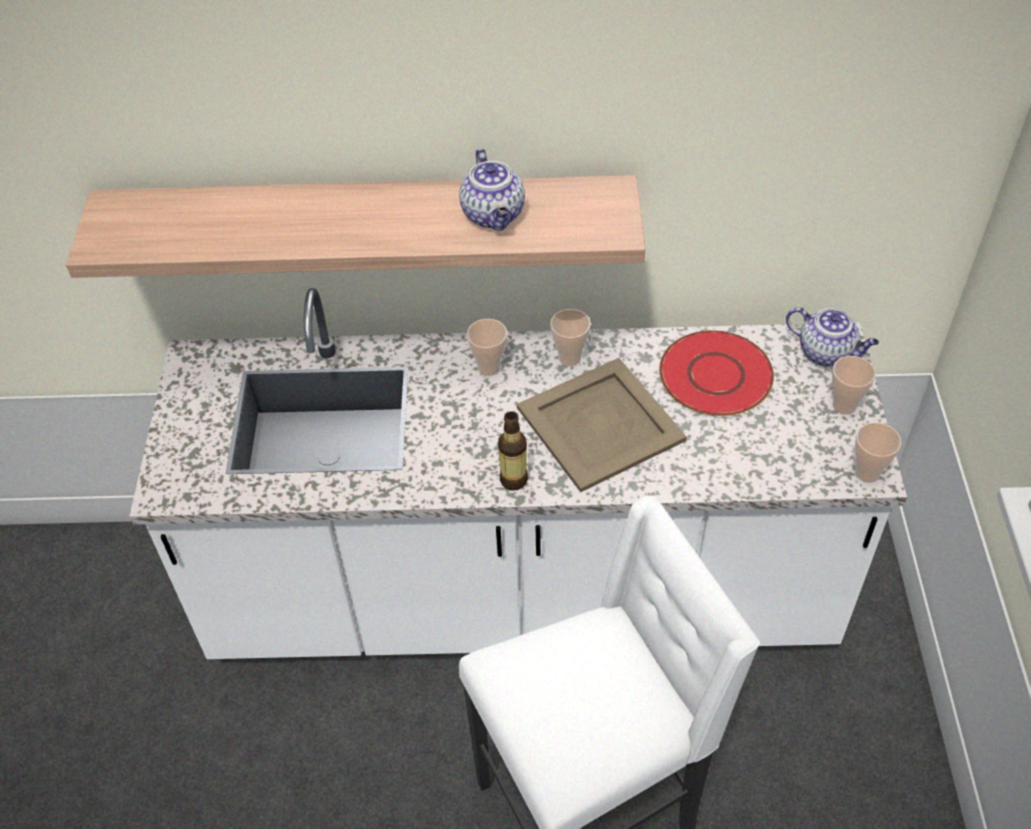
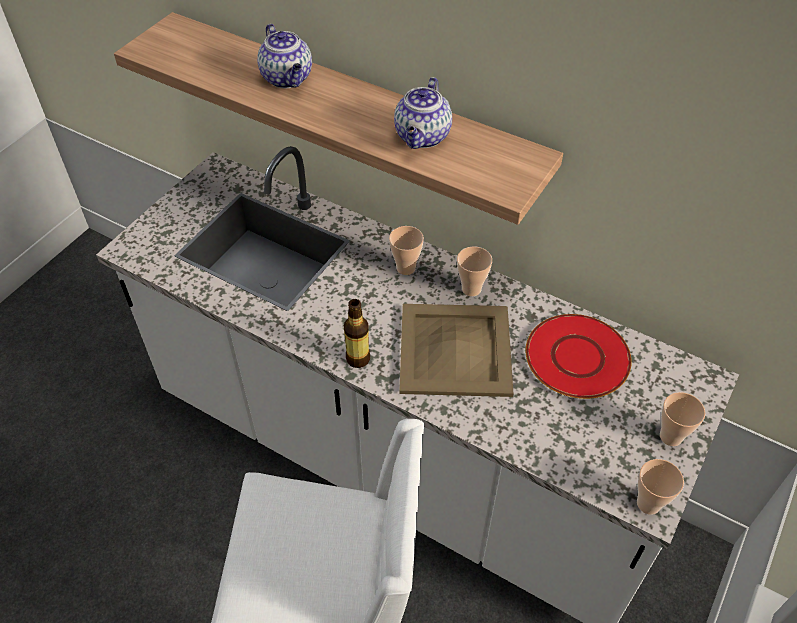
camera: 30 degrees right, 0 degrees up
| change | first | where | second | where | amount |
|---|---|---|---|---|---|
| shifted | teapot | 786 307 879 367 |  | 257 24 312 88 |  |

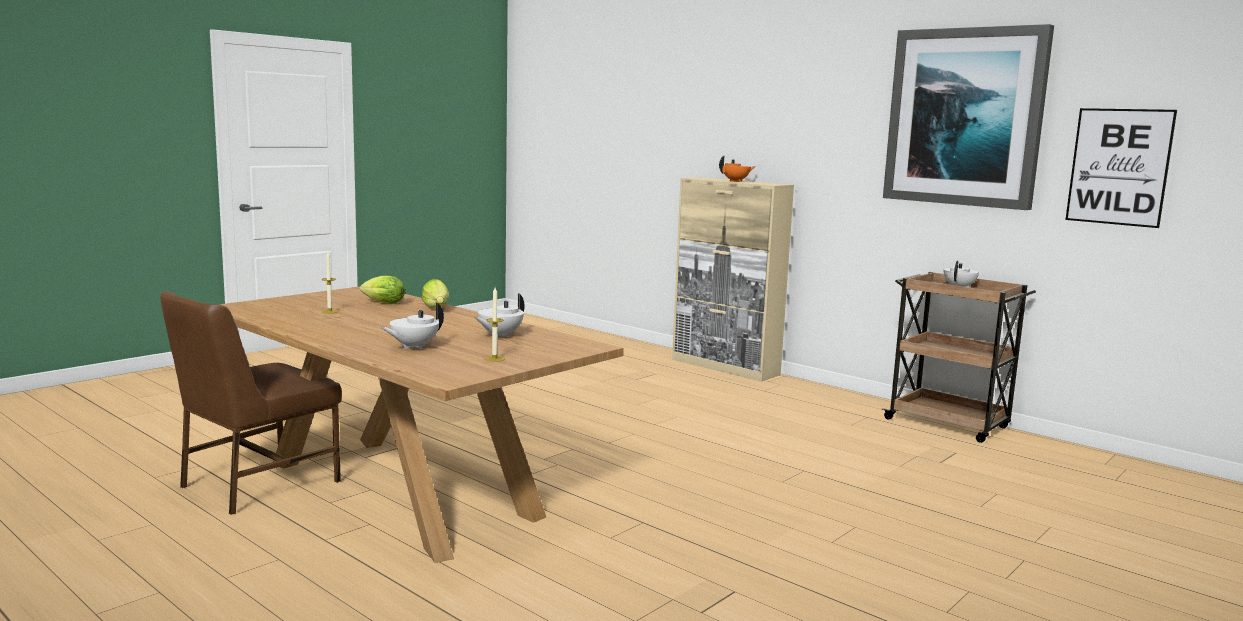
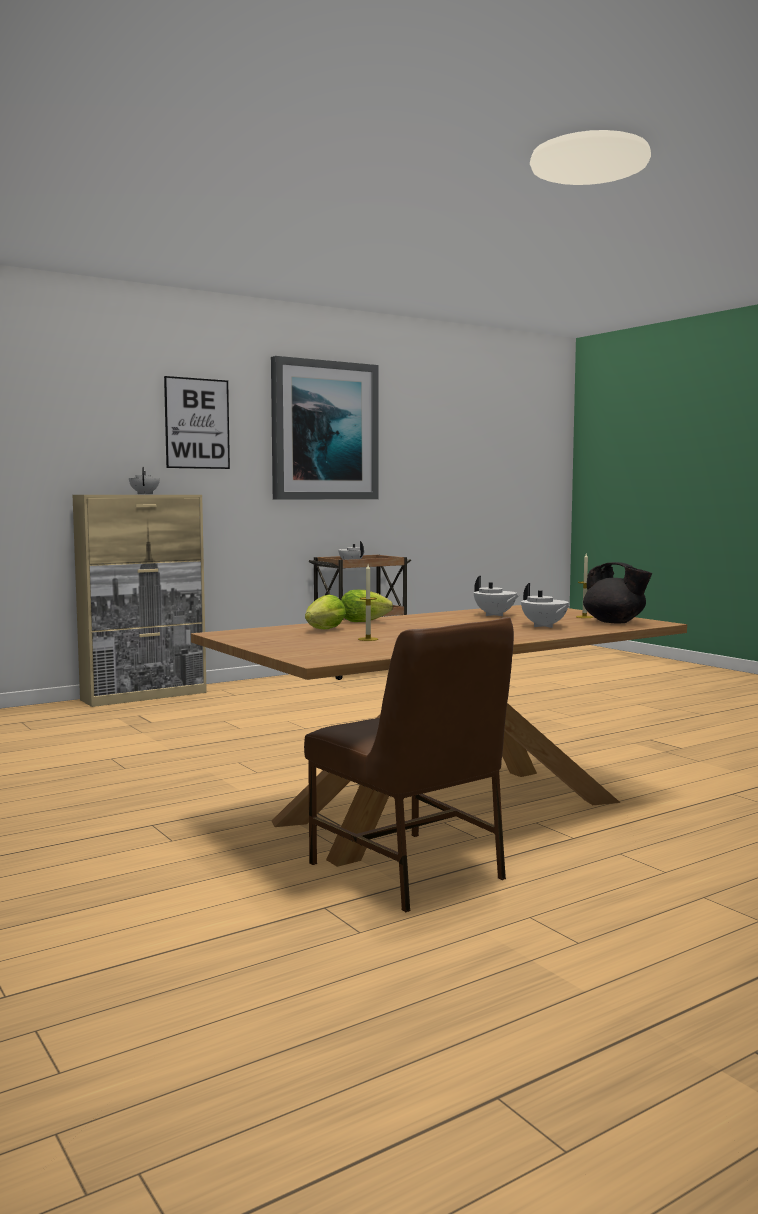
camera: 75 degrees left, 5 degrees down
| change | first | where | second | where | amount |
|---|---|---|---|---|---|
| shifted | picture | 1065 108 1177 228 |  | 164 376 230 469 |  |
| repainted | orange teapot | 719 156 755 182 | white teapot | 129 467 160 494 |  |
| new |  |  | black teapot | 583 562 652 623 |  |

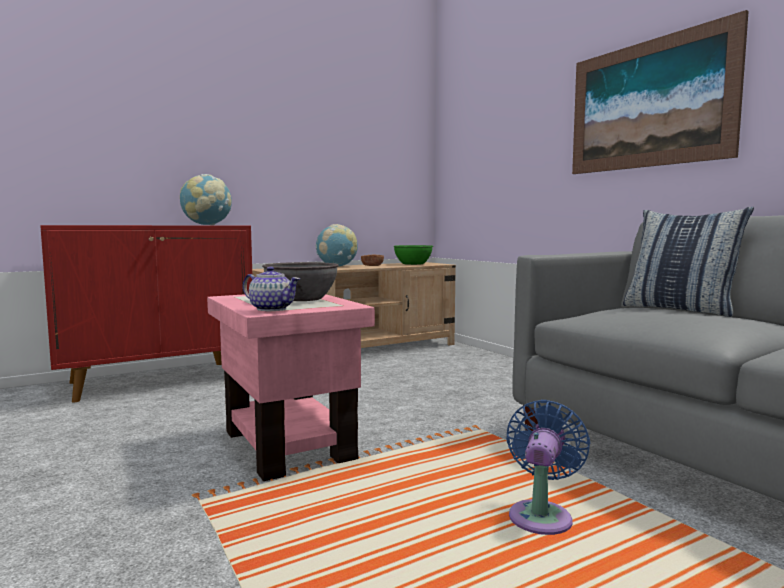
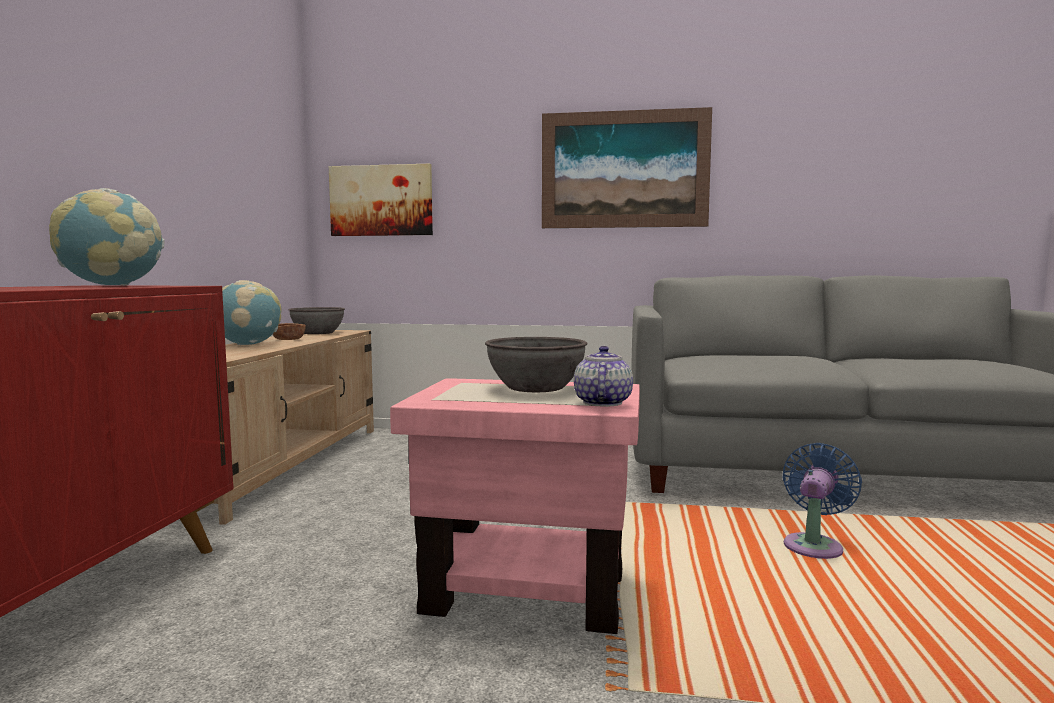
camera: 50 degrees left, 0 degrees up
| change | first | where | second | where | amount |
|---|---|---|---|---|---|
| gone | pillow | 623 207 754 317 |  |  |  |
| repainted | green bowl | 393 245 433 265 | grey bowl | 288 307 345 334 |  |
| rotated | teapot | 243 266 300 311 |  | 574 346 633 407 | 60 degrees counterclockwise |
| rotated | blue fan | 506 400 590 535 |  | 782 443 862 559 | 60 degrees clockwise |
| new |  |  | picture | 329 164 433 236 |  |

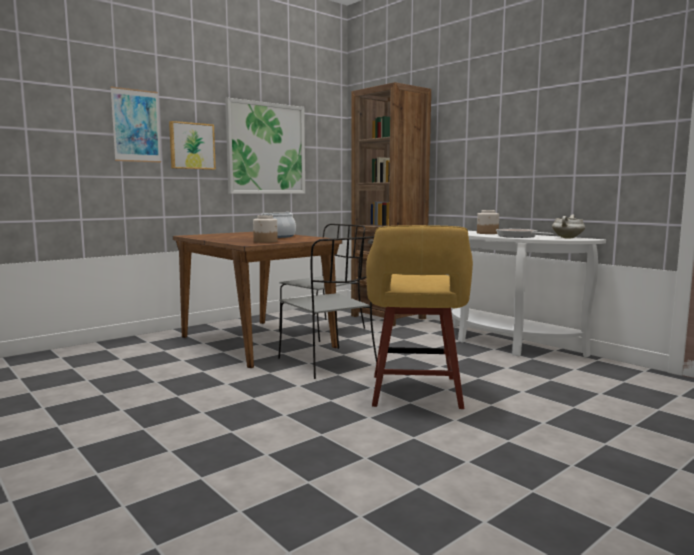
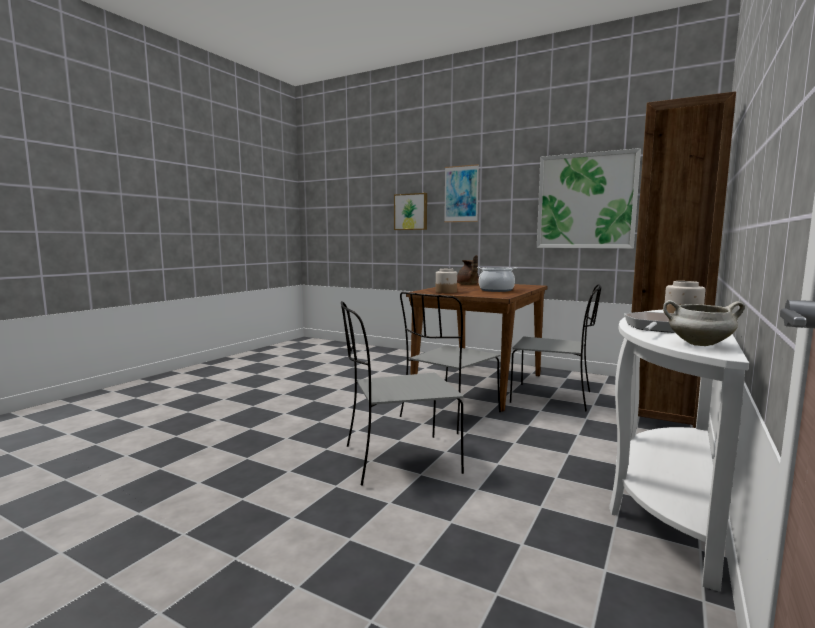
camera: 70 degrees right, 0 degrees up
| change | first | where | second | where | amount |
|---|---|---|---|---|---|
| shifted | picture | 169 121 216 170 |  | 394 193 427 230 |  |
| swapped | yellow stool | 366 225 473 409 | grey chair | 341 301 464 486 |  |
| new |  |  | brown teapot | 457 255 479 285 |  |

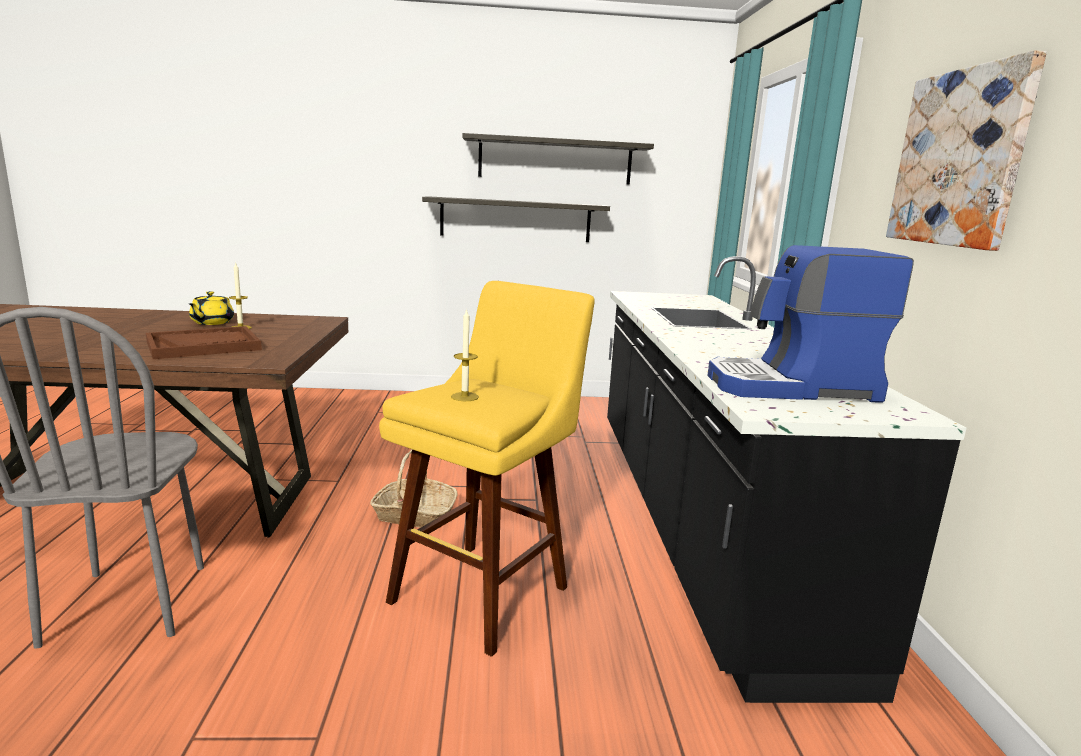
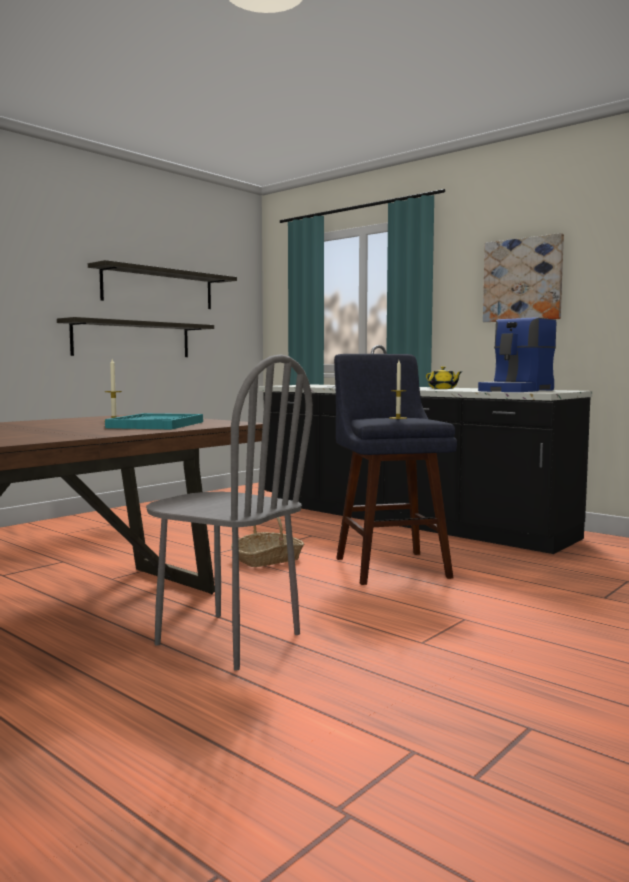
camera: 45 degrees left, 10 degrees down
| change | first | where | second | where | amount |
|---|---|---|---|---|---|
| repainted | yellow stool | 379 281 595 657 | blue stool | 334 354 457 585 |  |
| shifted | yellow teapot | 189 291 234 325 |  | 426 366 463 389 |  |
| repainted | brown tray | 146 326 262 359 | turquoise tray | 105 413 203 429 |  |

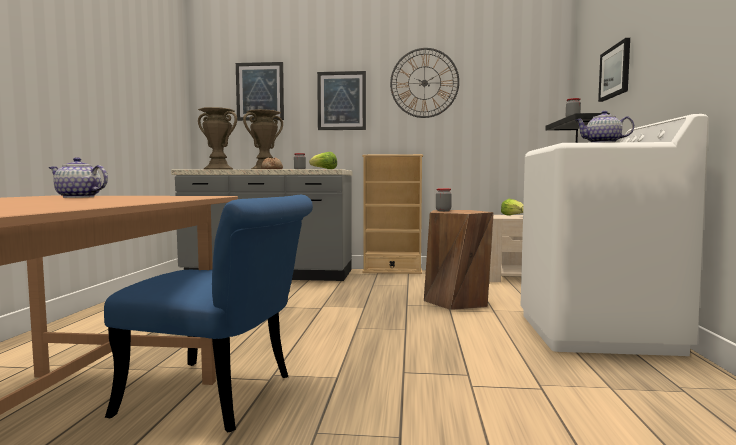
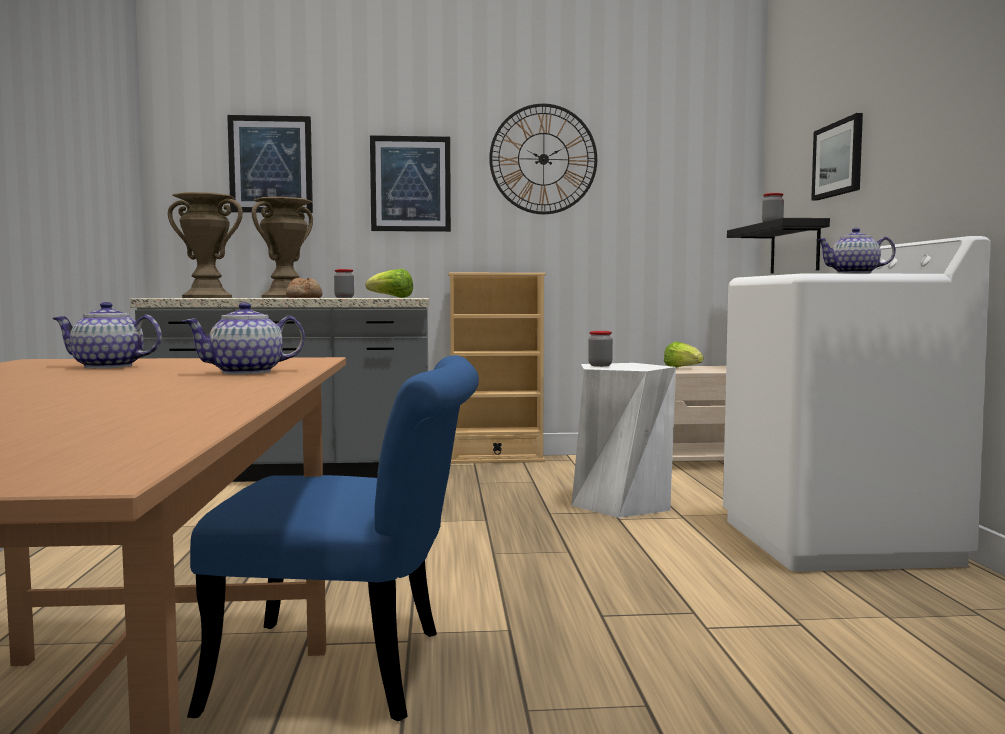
camera: 10 degrees left, 0 degrees up
| change | first | where | second | where | amount |
|---|---|---|---|---|---|
| repainted | brown stool | 424 210 494 310 | white stool | 572 363 676 518 |  |
| new |  |  | teapot | 182 302 305 374 |  |

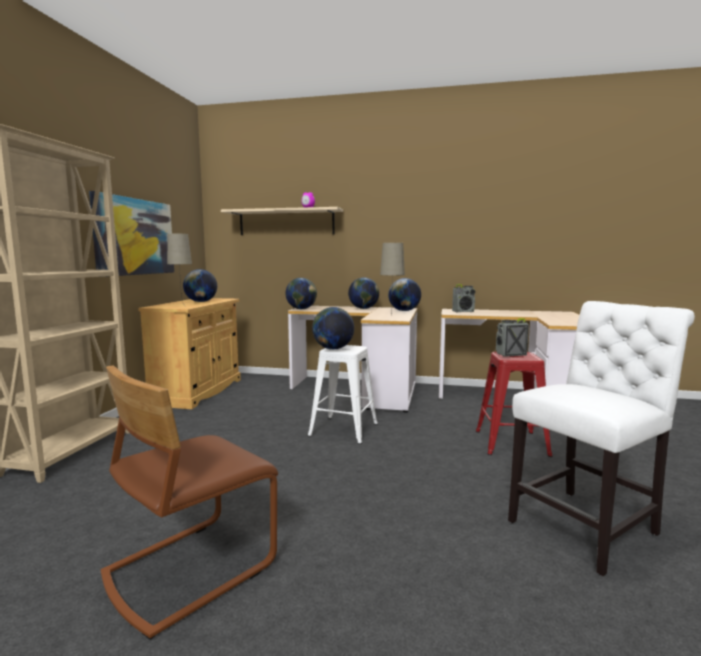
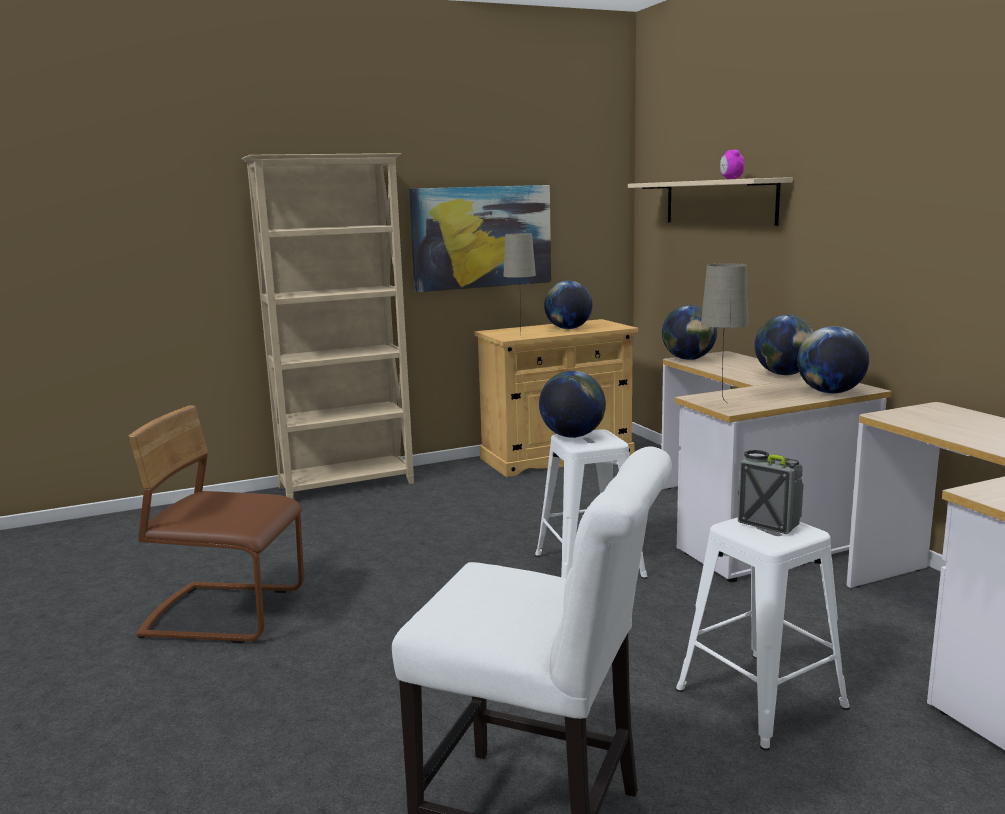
camera: 55 degrees right, 5 degrees up
| change | first | where | second | where | amount |
|---|---|---|---|---|---|
| gone | radio | 452 284 475 312 |  |  |  |
| repainted | red stool | 476 352 553 457 | white stool | 676 517 850 751 |  |

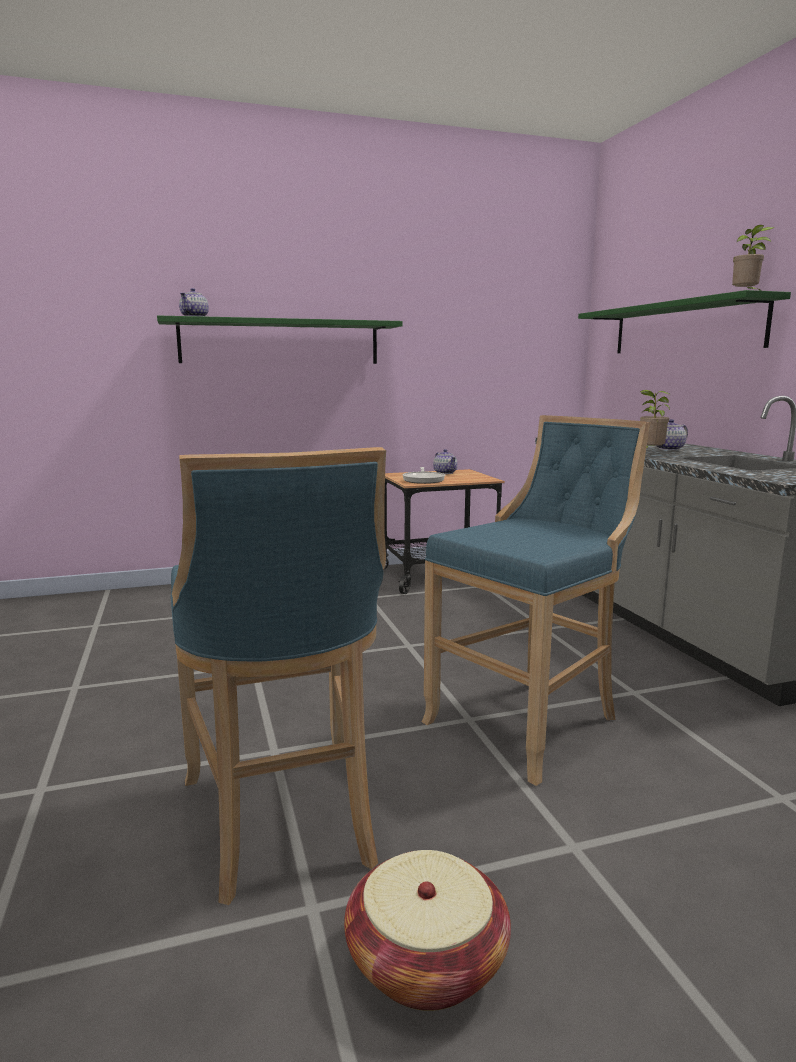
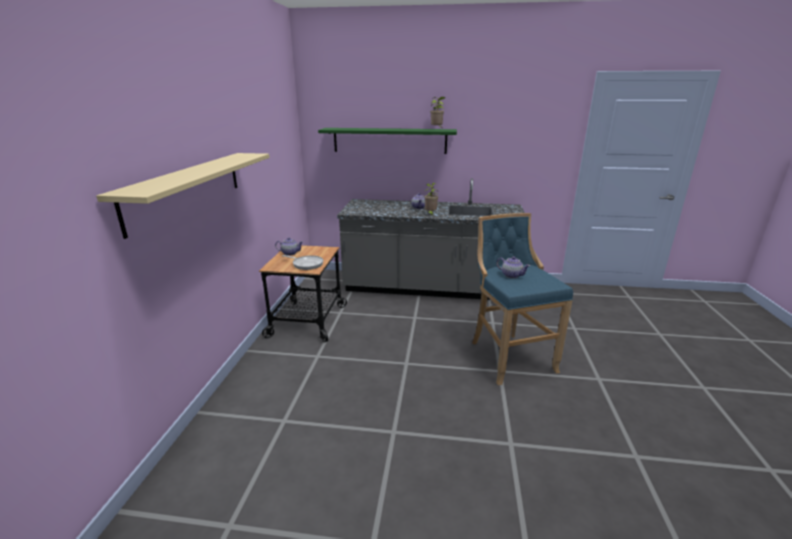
camera: 65 degrees left, 10 degrees up
| change | first | where | second | where | amount |
|---|---|---|---|---|---|
| shifted | teapot | 179 288 209 317 |  | 496 257 530 278 |  |
| repainted | green shelf | 157 315 403 364 | beige shelf | 96 153 270 239 |  |
| gone | blue stool | 171 447 386 905 |  |  |  |
| gone | basket | 344 850 511 1011 |  |  |  |

